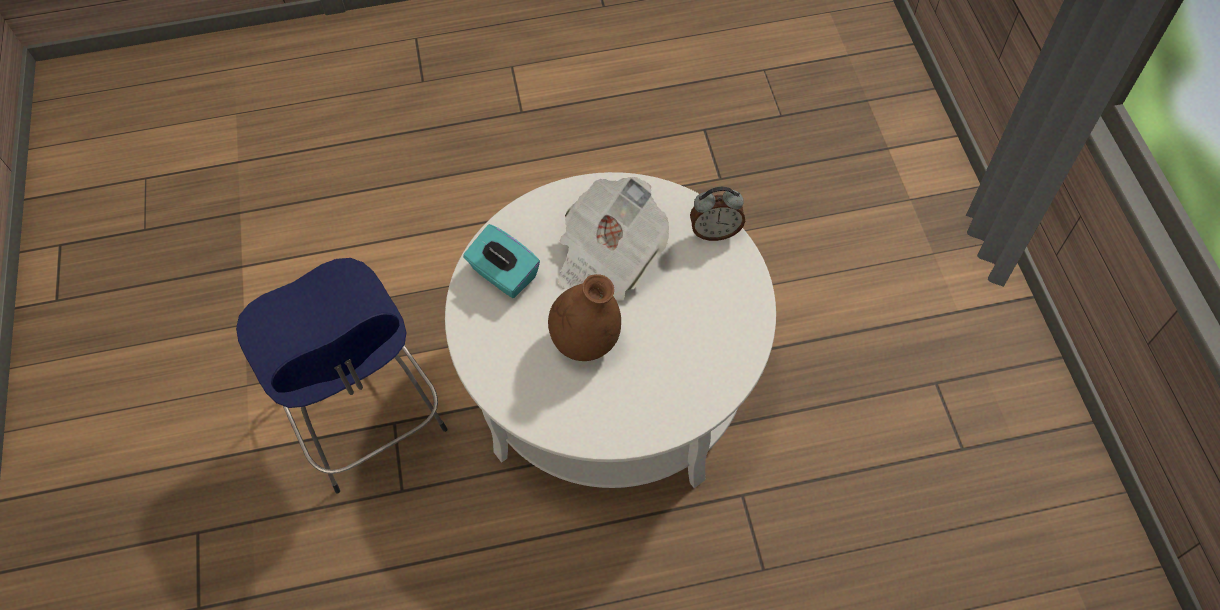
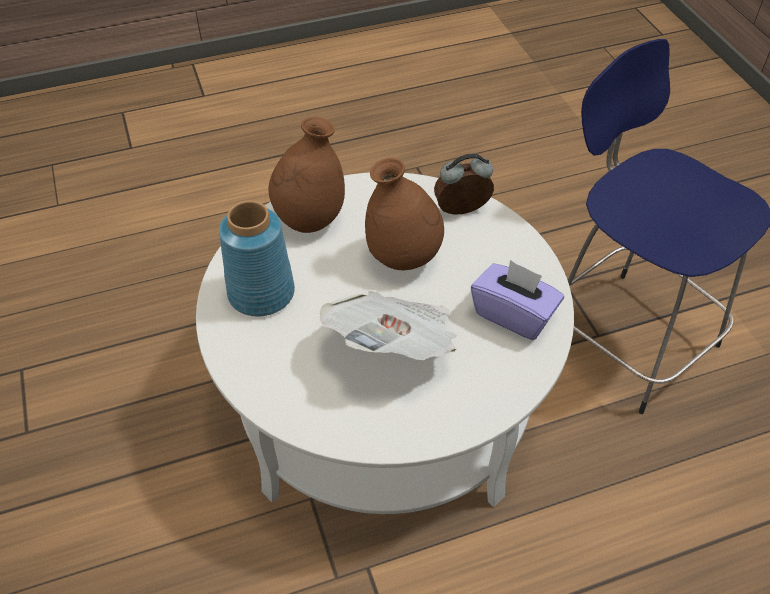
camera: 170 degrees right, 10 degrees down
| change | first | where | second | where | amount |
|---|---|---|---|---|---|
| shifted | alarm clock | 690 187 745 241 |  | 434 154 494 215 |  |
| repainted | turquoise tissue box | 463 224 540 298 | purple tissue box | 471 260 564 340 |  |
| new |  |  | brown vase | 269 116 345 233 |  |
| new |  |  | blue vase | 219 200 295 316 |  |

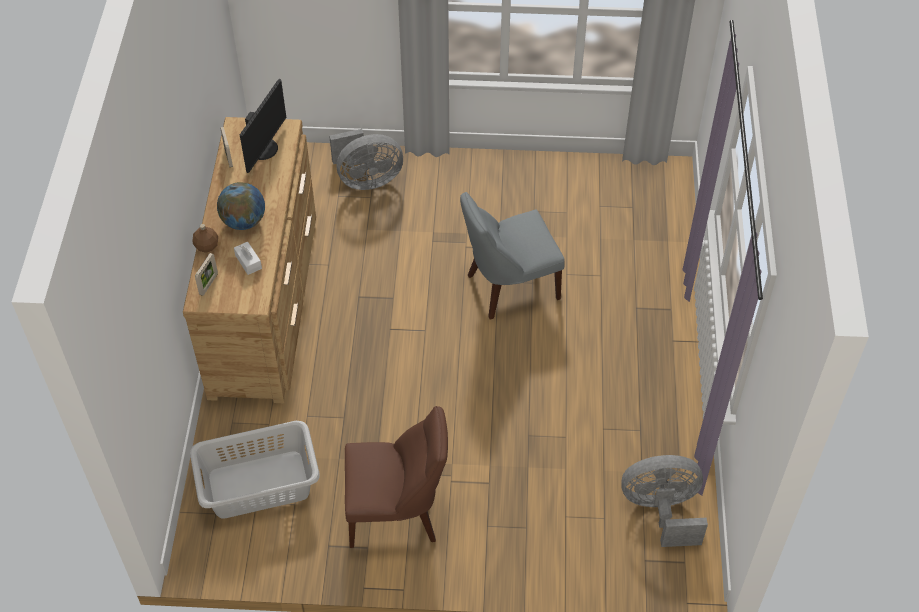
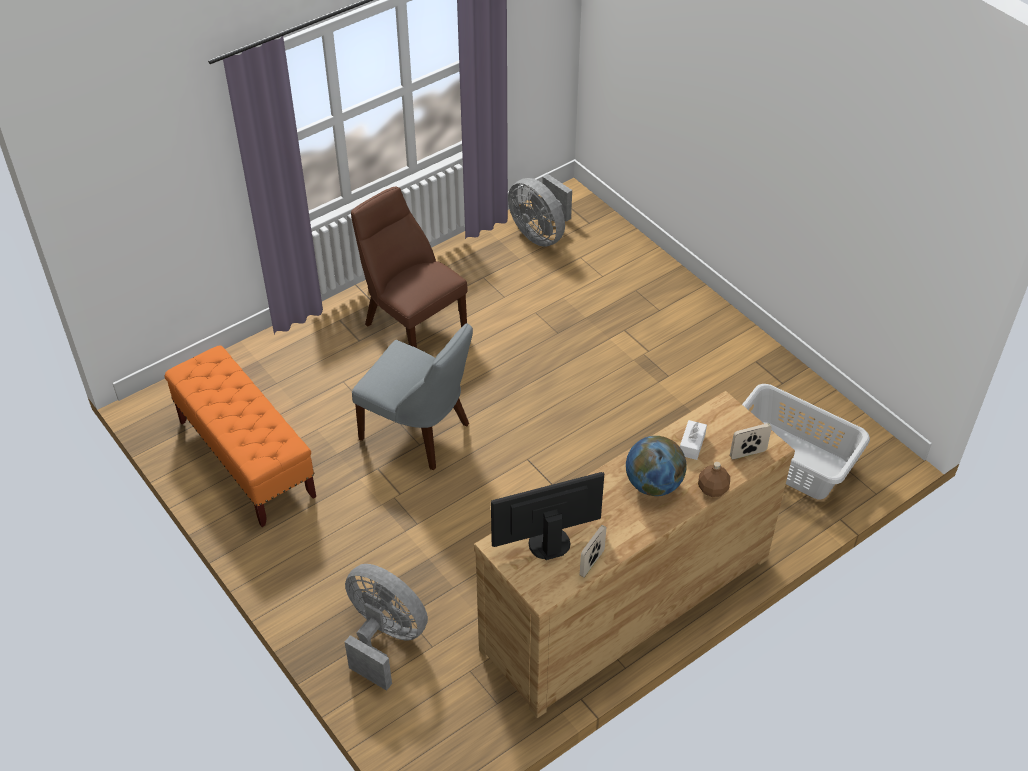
camera: 130 degrees left, 5 degrees down
| change | first | where | second | where | amount |
|---|---|---|---|---|---|
| shifted | brown chair | 345 406 448 548 |  | 351 187 468 348 |  |
| new |  |  | orange bench | 165 345 316 527 |  |

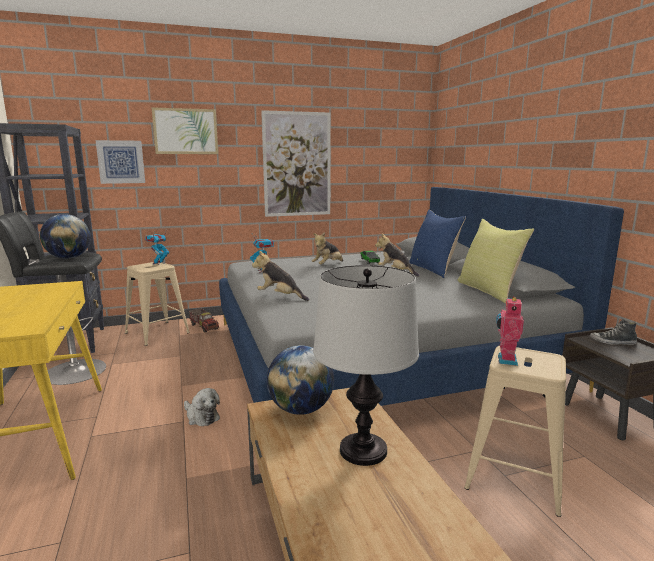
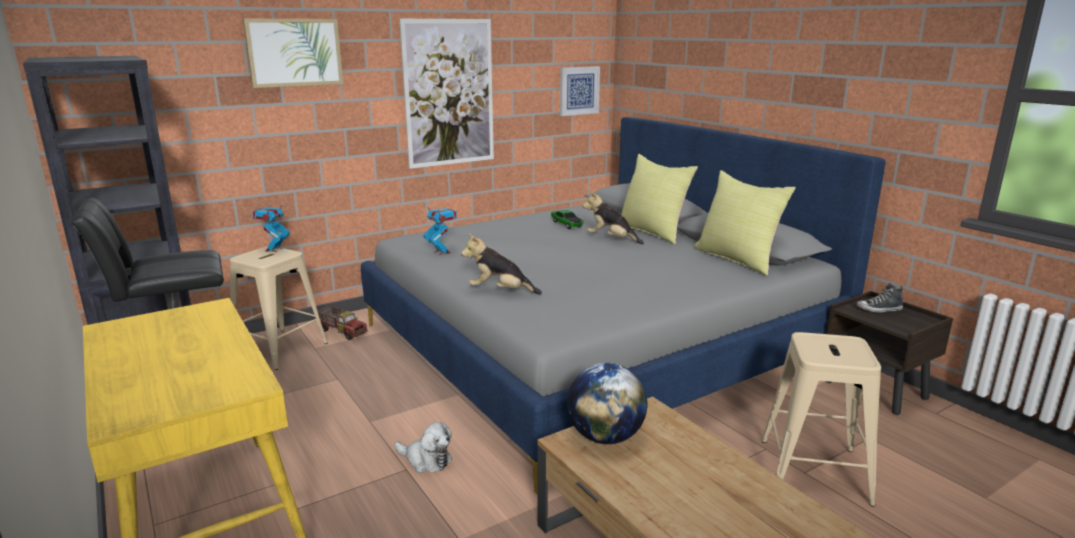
camera: 15 degrees left, 5 degrees up
| change | first | where | second | where | amount |
|---|---|---|---|---|---|
| shifted | picture | 95 140 145 184 |  | 560 66 600 116 |  |
| repainted | blue pillow | 409 209 466 278 | yellow pillow | 621 154 698 244 |  |
| gone | globe | 40 214 91 259 |  |  |  |
| gone | plush toy | 312 232 343 264 |  |  |  |
| gone | table lamp | 313 265 419 466 |  |  |  |
| gone | toy robot | 496 296 524 366 |  |  |  |

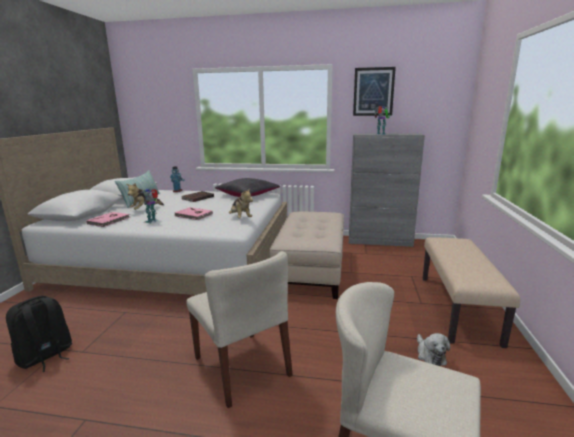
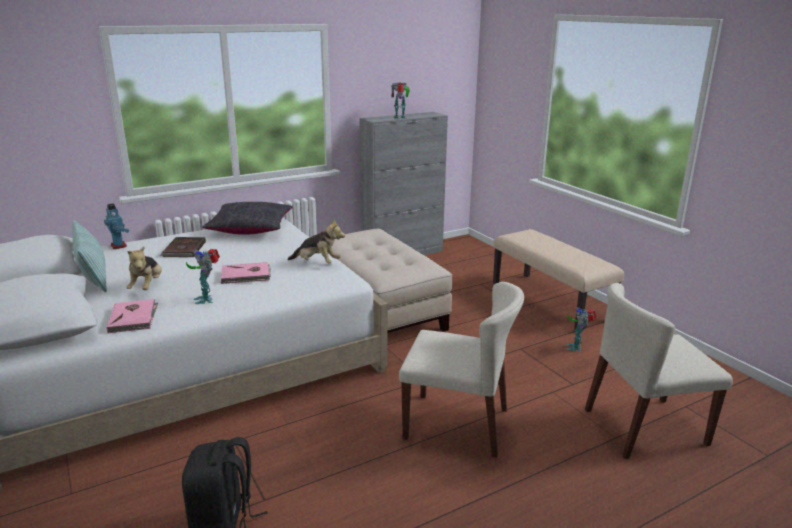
camera: 40 degrees left, 5 degrees up
| change | first | where | second | where | amount |
|---|---|---|---|---|---|
| gone | picture | 353 67 396 116 |  |  |  |
| swapped | plush toy | 417 333 450 366 | toy robot | 567 307 596 352 |  |

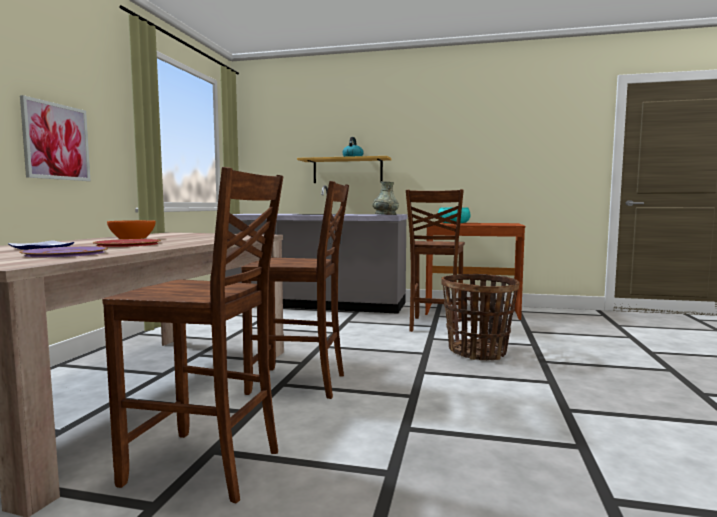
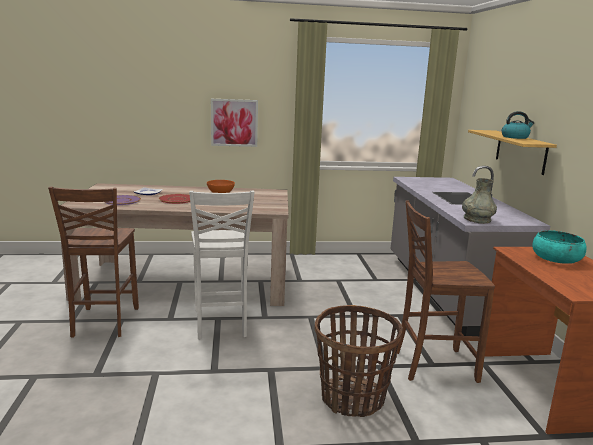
camera: 70 degrees right, 10 degrees up
| change | first | where | second | where | amount |
|---|---|---|---|---|---|
| repainted | brown chair | 241 181 349 399 | white chair | 189 191 255 340 |  |

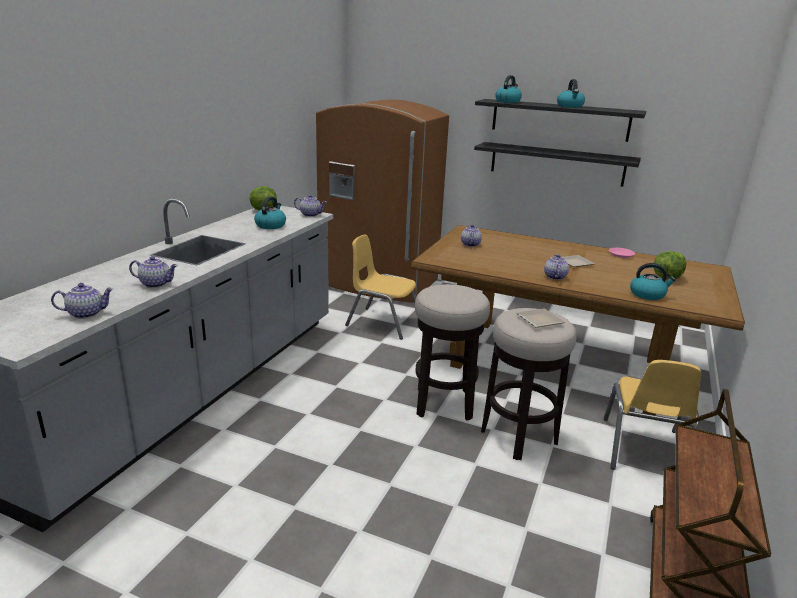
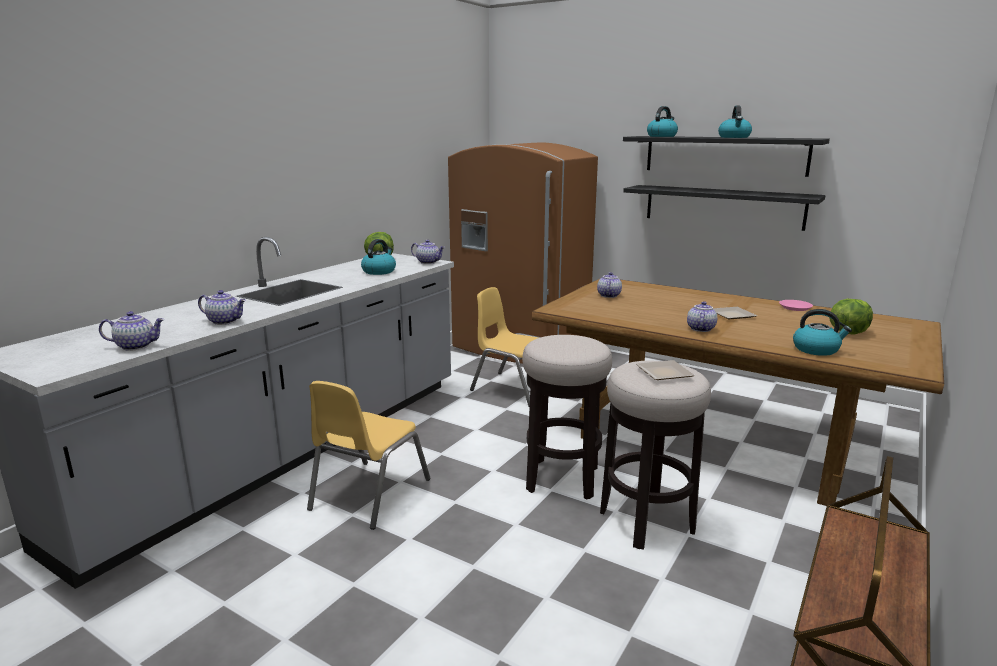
camera: 10 degrees right, 5 degrees down
| change | first | where | second | where | amount |
|---|---|---|---|---|---|
| shifted | yellow chair | 604 360 701 470 |  | 307 381 430 530 |  |

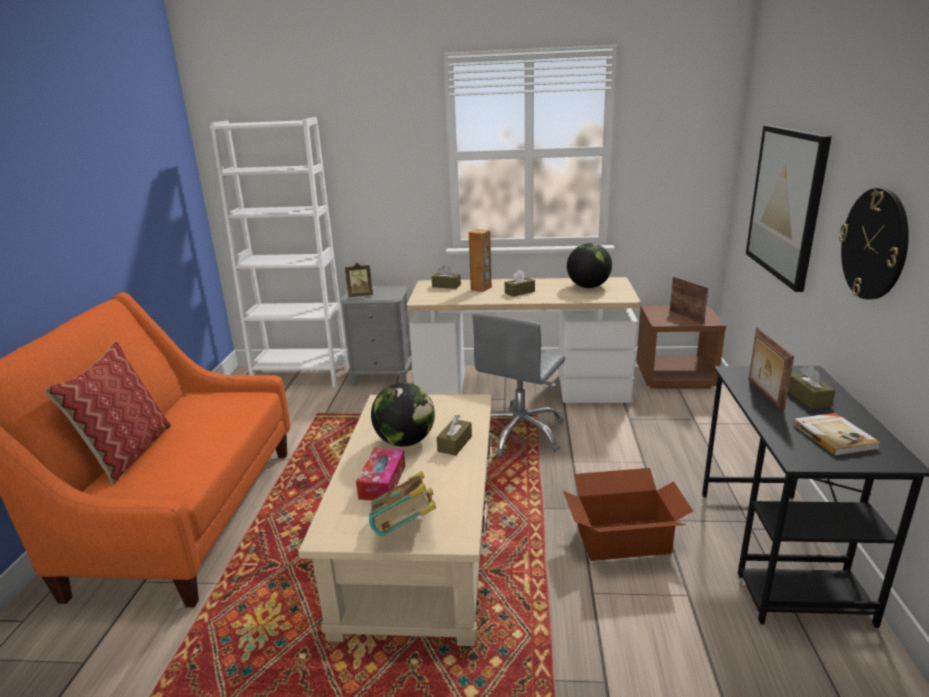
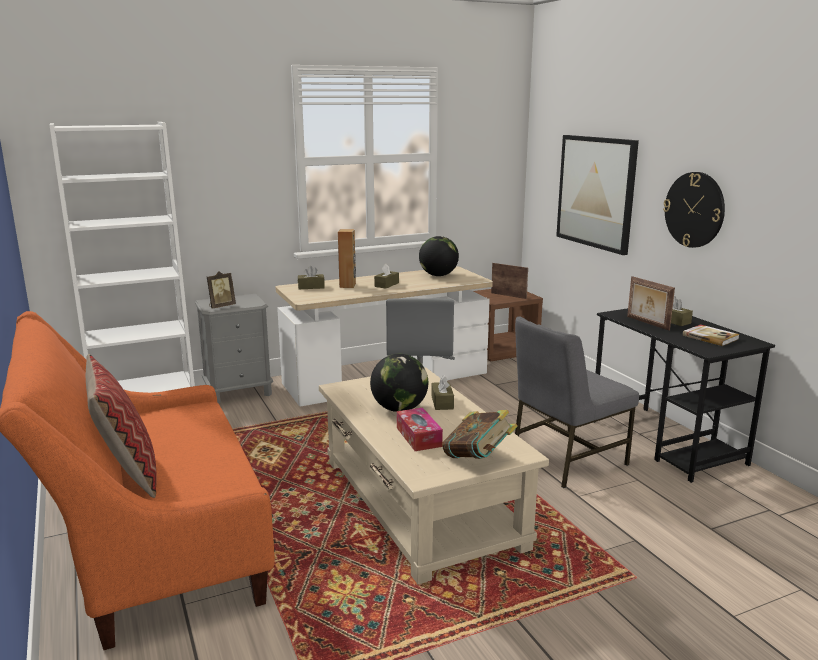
camera: 30 degrees left, 5 degrees down
| change | first | where | second | where | amount |
|---|---|---|---|---|---|
| swapped | cardboard box | 563 468 693 561 | grey chair | 515 316 639 488 |  |

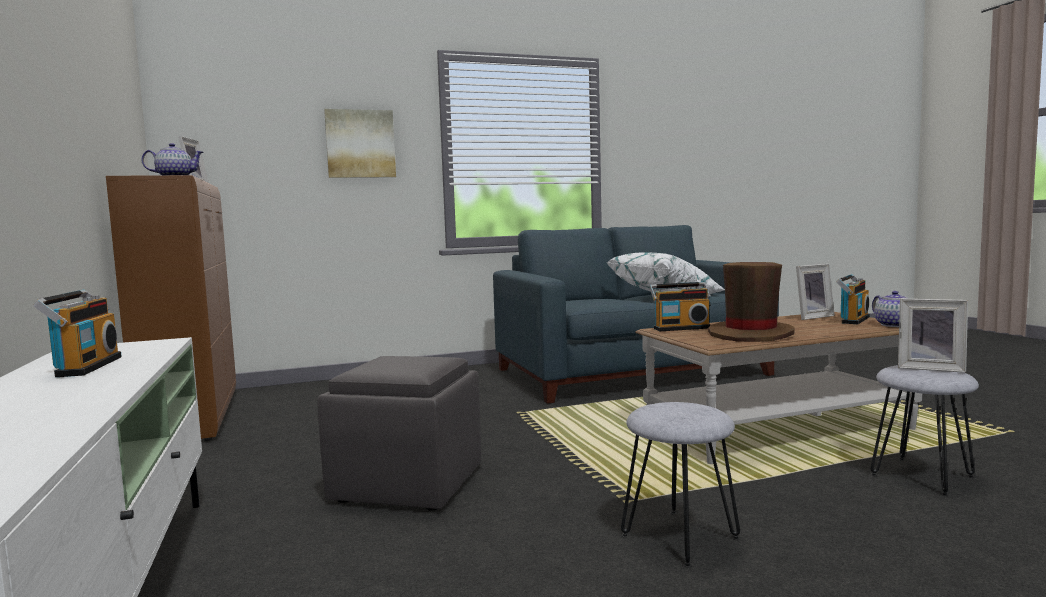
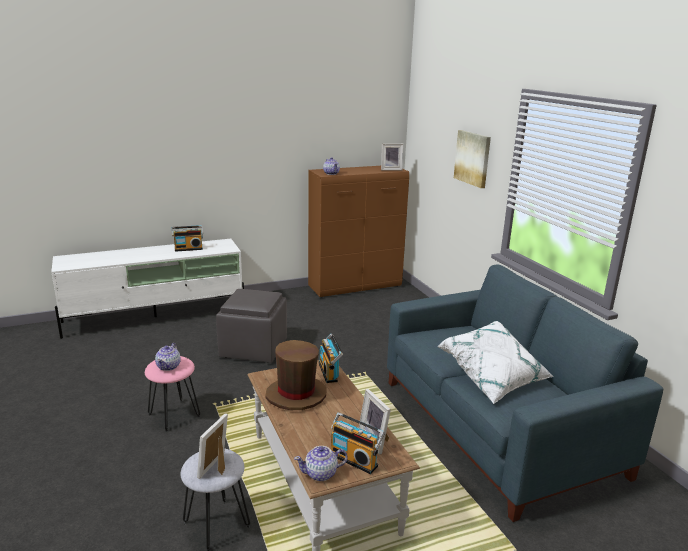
camera: 85 degrees right, 15 degrees up
| change | first | where | second | where | amount |
|---|---|---|---|---|---|
| repainted | grey stool | 621 402 740 568 | pink stool | 145 356 200 432 |  |
| new |  |  | teapot | 155 343 180 371 |  |

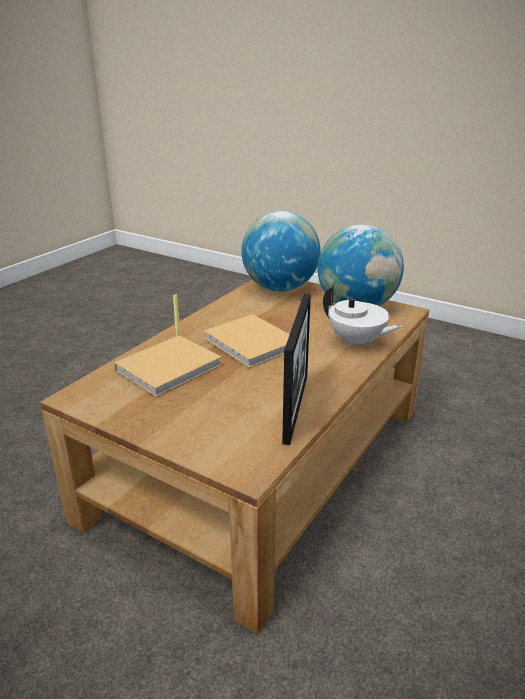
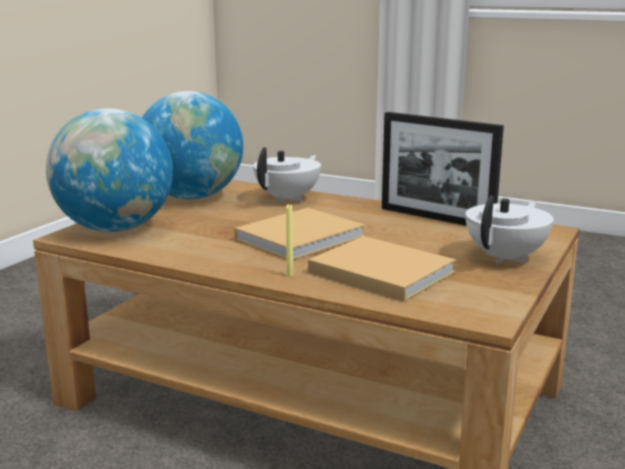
camera: 95 degrees left, 10 degrees down
| change | first | where | second | where | amount |
|---|---|---|---|---|---|
| rotated | picture frame | 282 294 311 445 |  | 382 112 504 226 | 150 degrees counterclockwise |
| new |  |  | white teapot | 465 196 554 264 |  |

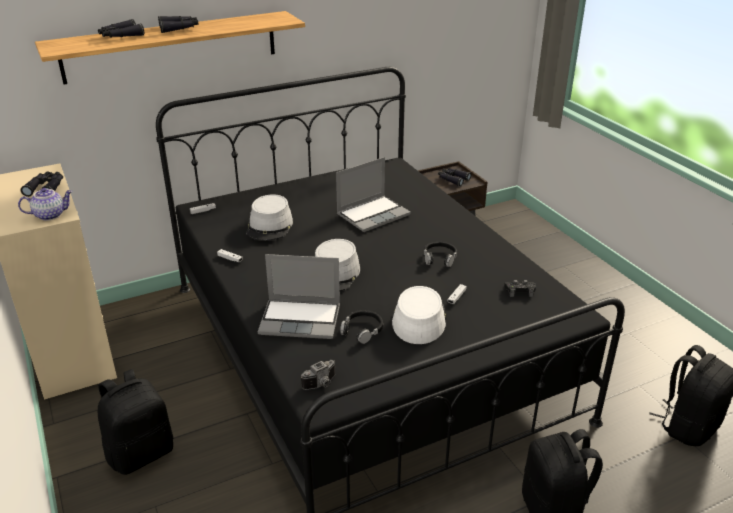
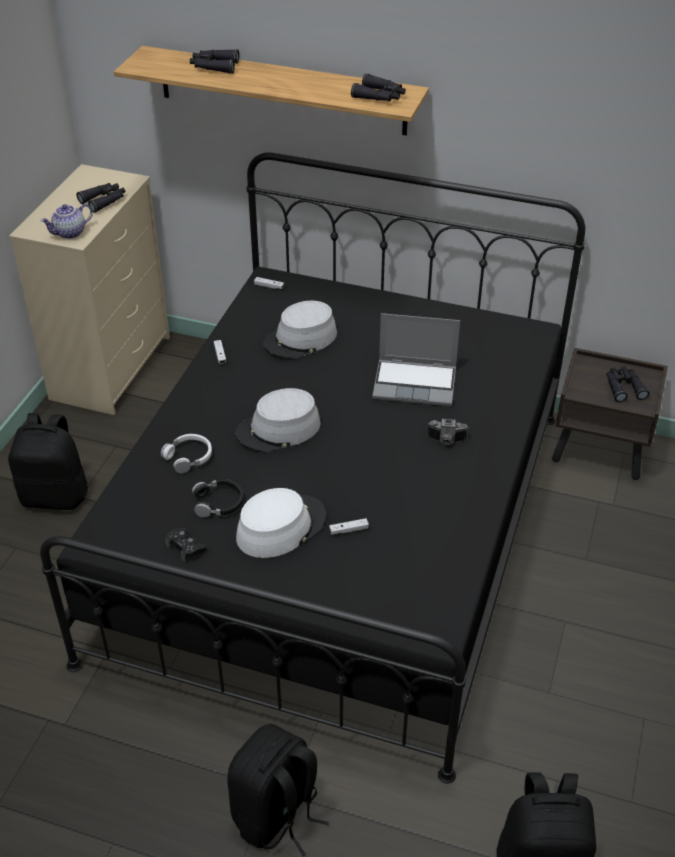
camera: 45 degrees right, 10 degrees up
| change | first | where | second | where | amount |
|---|---|---|---|---|---|
| shifted | black binoculars | 158 16 199 33 |  | 351 73 406 102 |  |
| rotated | teapot | 18 188 73 221 |  | 41 203 93 239 | 120 degrees clockwise |
| gone | black headphones | 424 242 457 267 |  |  |  |
| swapped | laptop | 258 254 340 339 | white headphones | 160 434 212 474 |  |
| shifted | black game controller | 504 280 536 297 |  | 165 527 206 562 |  |
| shifted | photo camera | 301 360 335 390 |  | 428 419 469 445 |  |

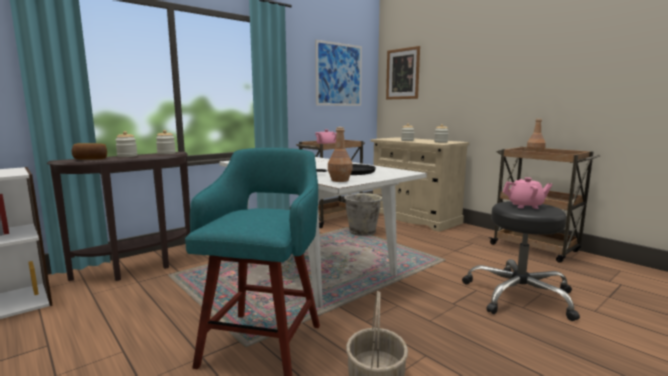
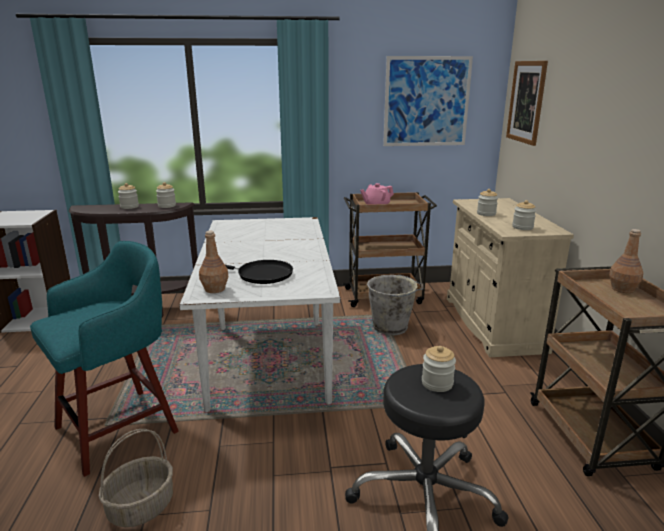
camera: 35 degrees right, 10 degrees up
| change | first | where | second | where | amount |
|---|---|---|---|---|---|
| gone | bread | 71 143 107 160 |  |  |  |
| swapped | pink teapot | 503 177 553 209 | jar | 422 346 456 392 |  |

